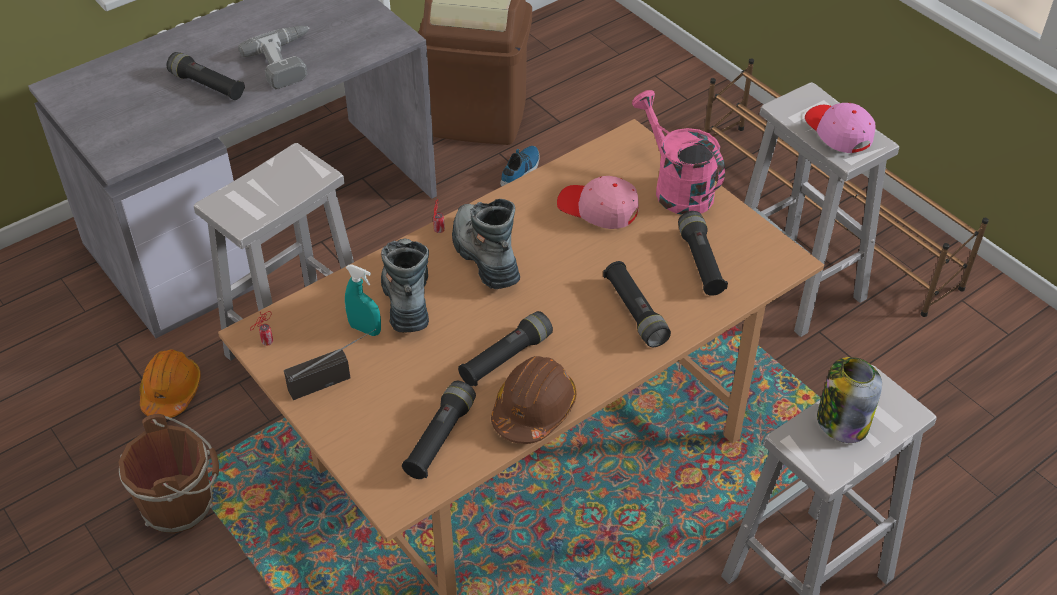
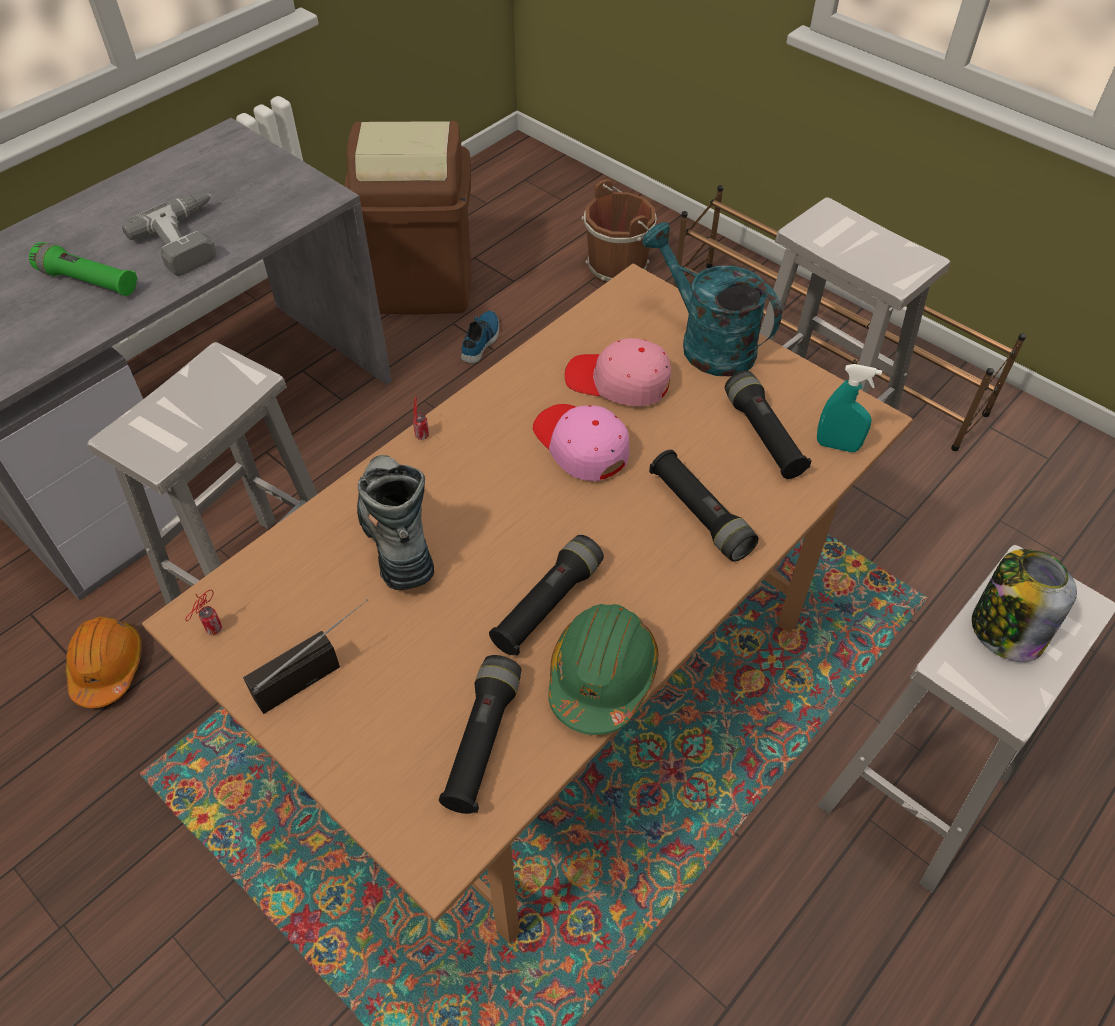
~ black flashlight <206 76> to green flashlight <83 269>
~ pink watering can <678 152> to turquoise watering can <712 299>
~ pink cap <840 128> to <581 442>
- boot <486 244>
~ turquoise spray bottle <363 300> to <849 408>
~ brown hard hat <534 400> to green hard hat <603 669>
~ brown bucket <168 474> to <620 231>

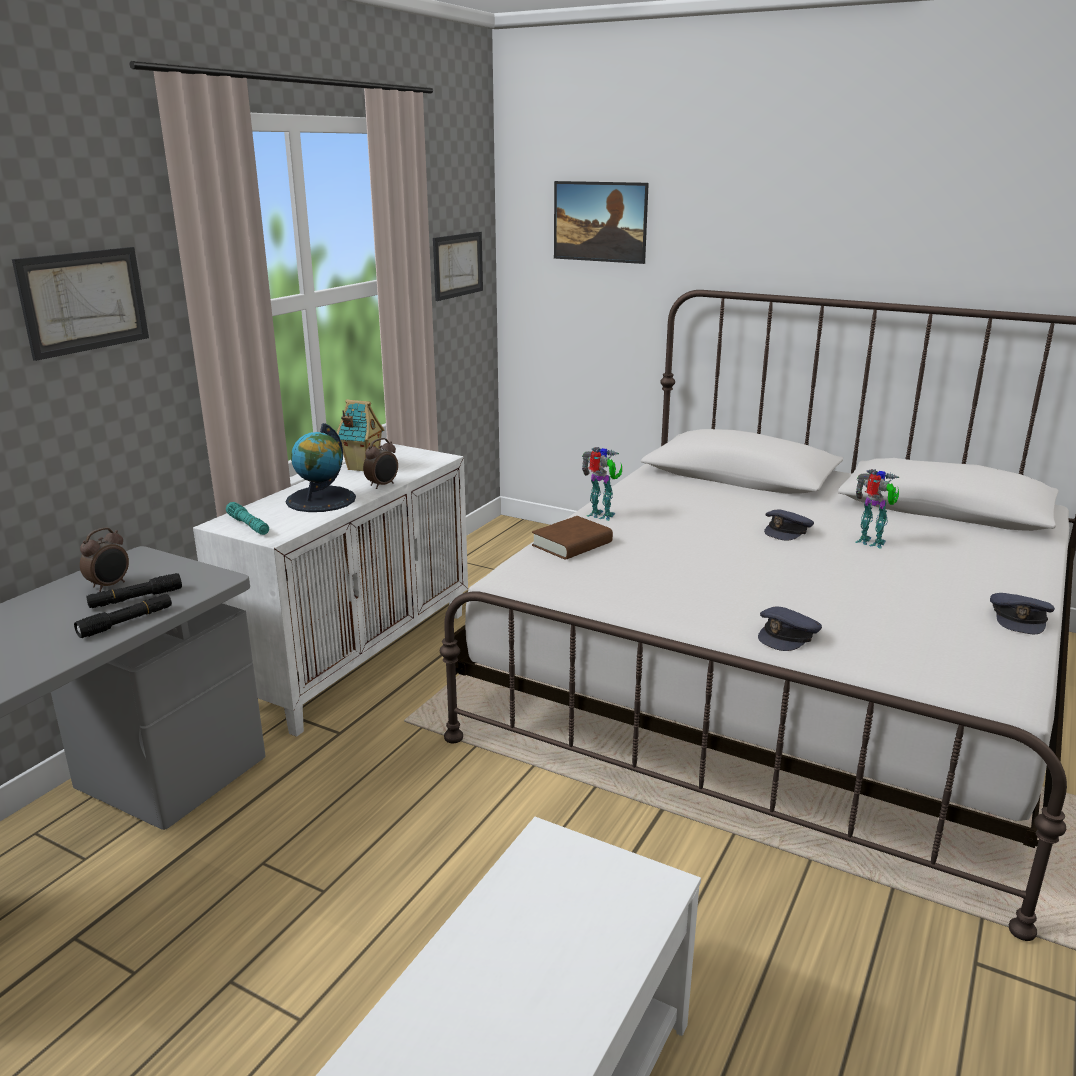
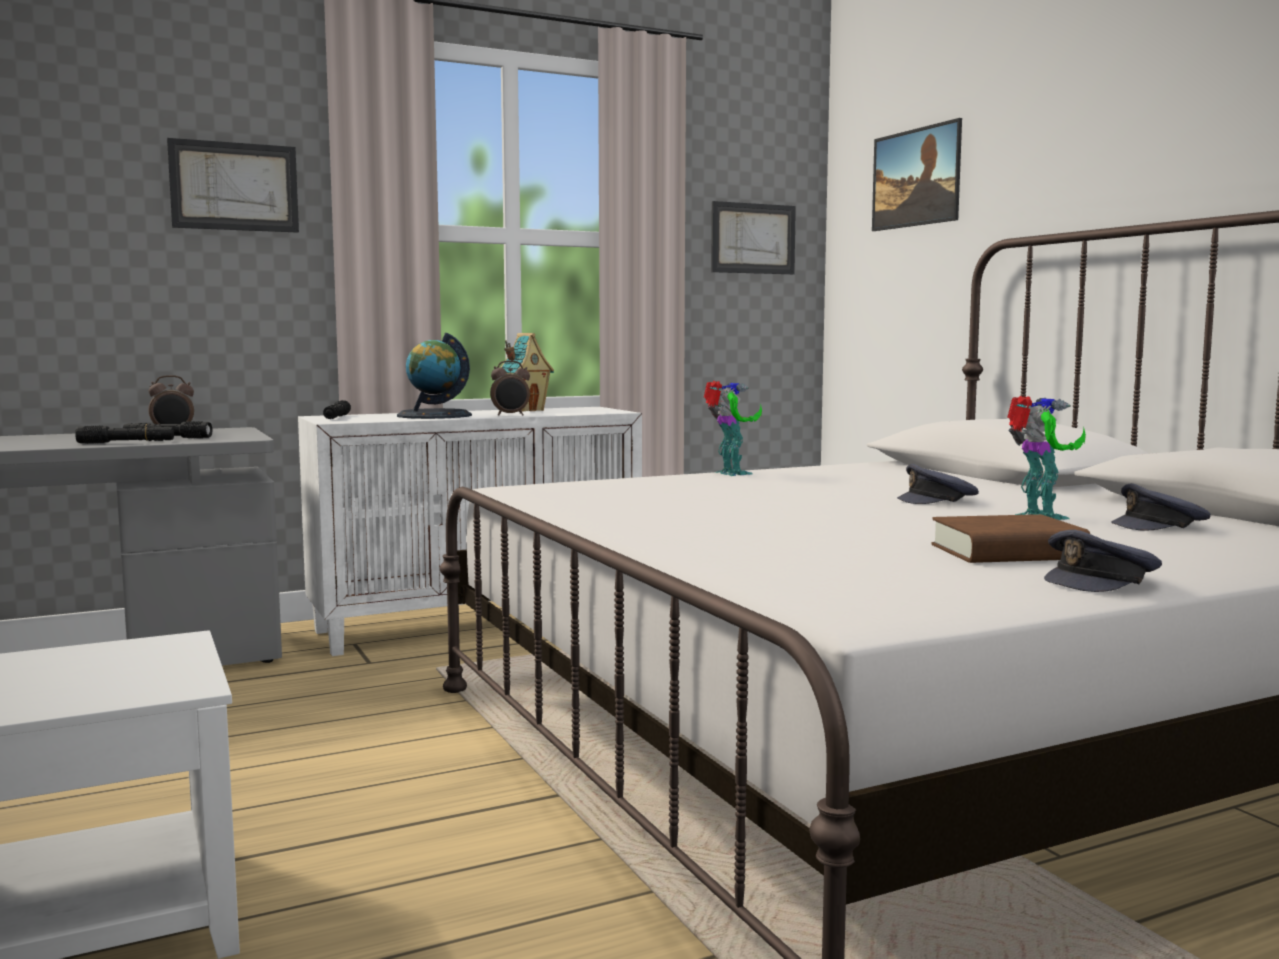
~ turquoise flashlight <247 518> to black flashlight <337 409>
~ brown book <572 538> to <1010 538>
~ grey cap <790 629> to <1161 506>

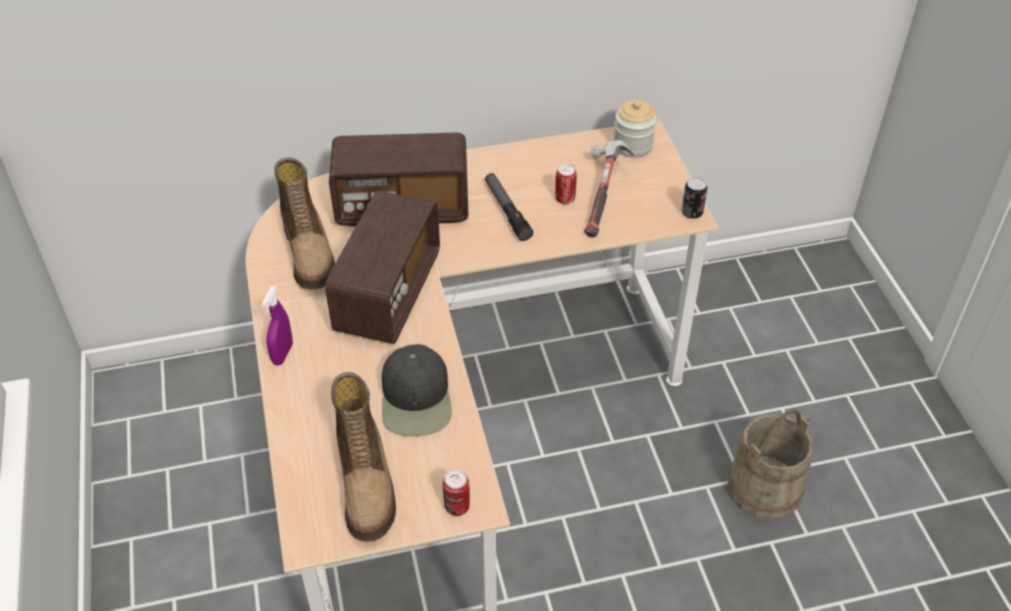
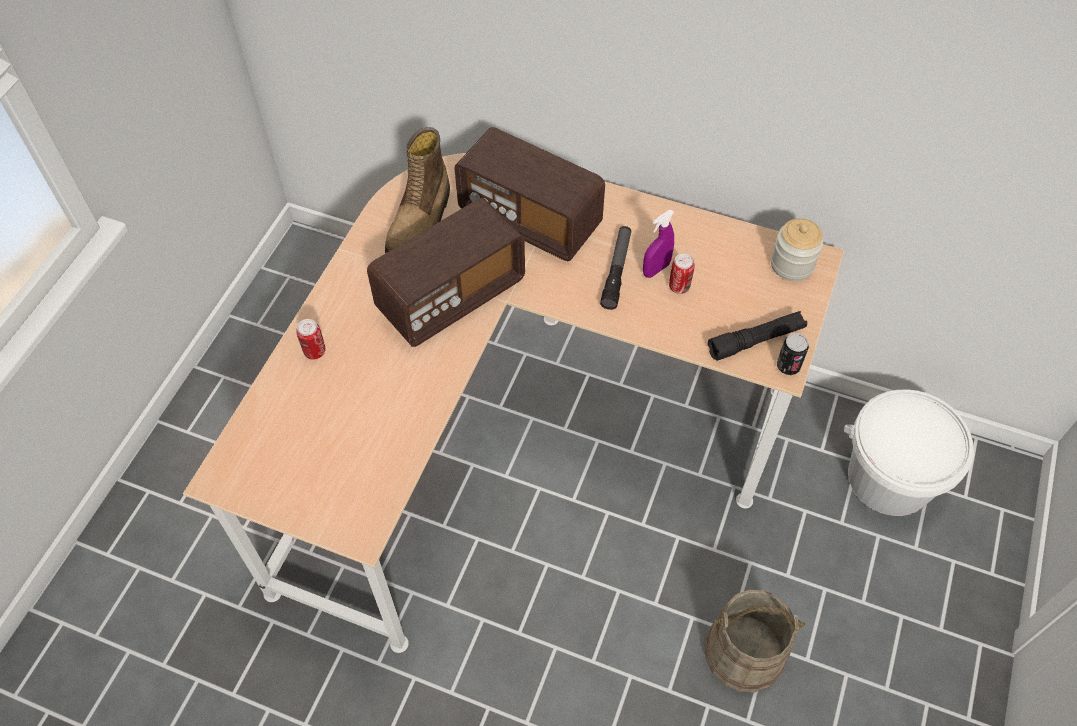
- hammer <609 189>
~ purple spray bottle <277 325> to <658 244>
- black cap <417 390>
- boot <363 457>
~ can <456 492> to <310 339>
+ black flashlight <757 336>
+ white bucket <909 452>

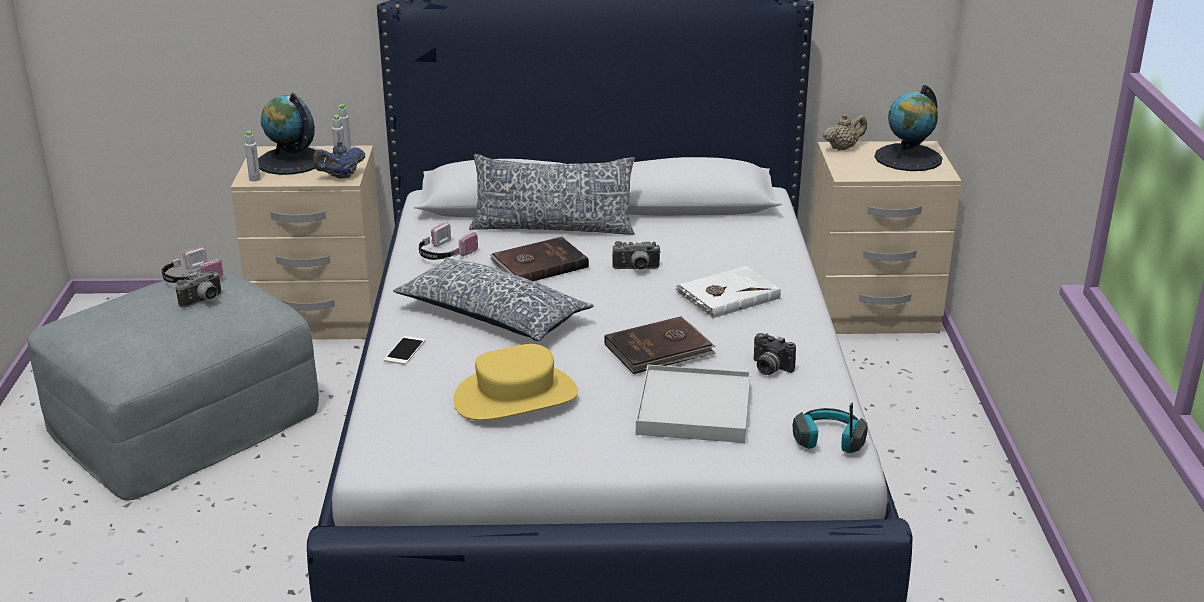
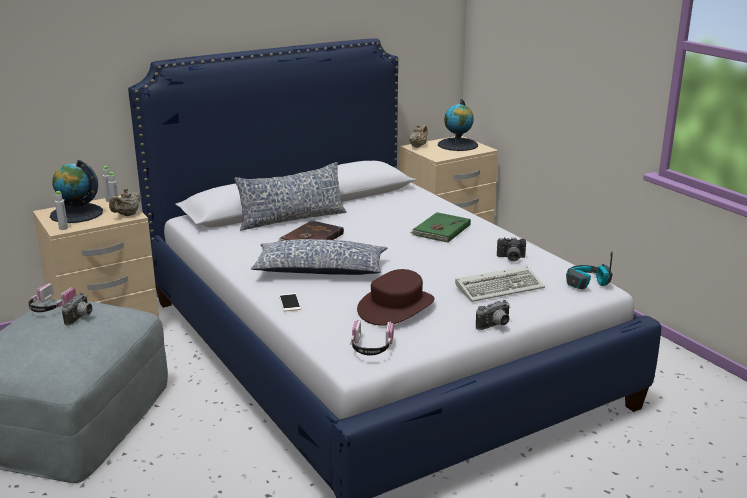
~ blue teapot <339 160> to beige teapot <125 202>
~ headphones <448 241> to <372 338>
~ photo camera <636 255> to <493 315>
~ white book <728 292> to green book <440 227>
- brown book <659 345>
~ yellow hat <515 382> to brown hat <396 297>
~ white tray <693 404> to keyboard <500 284>

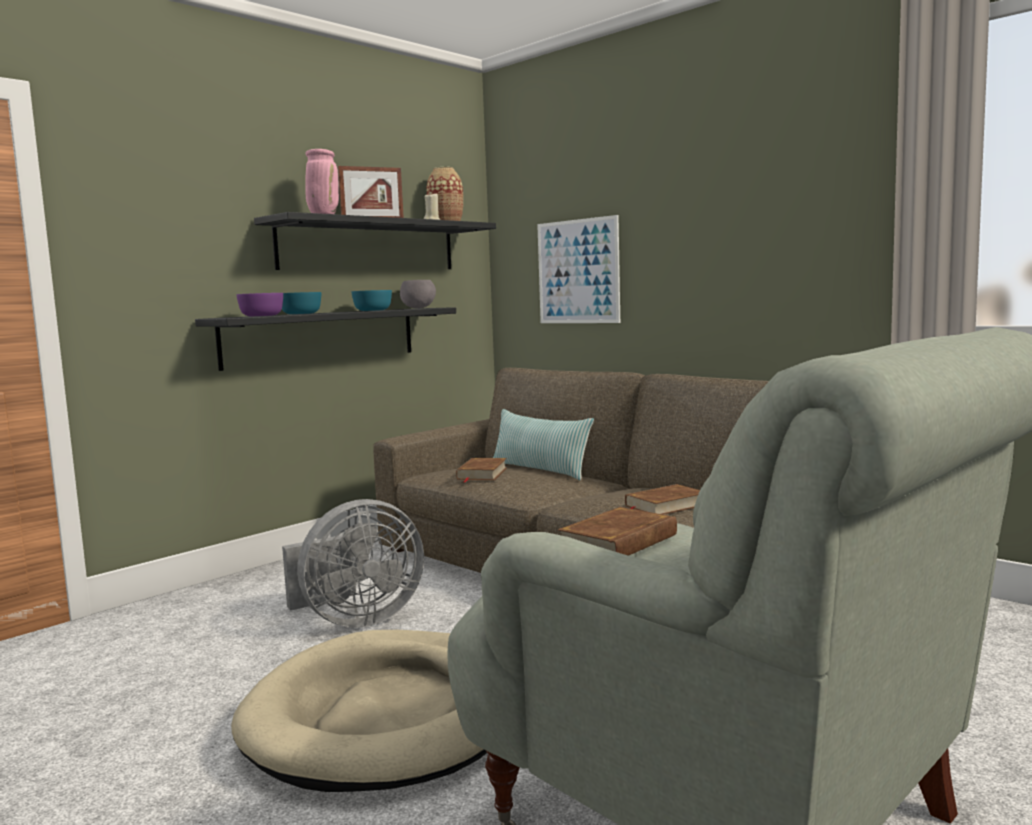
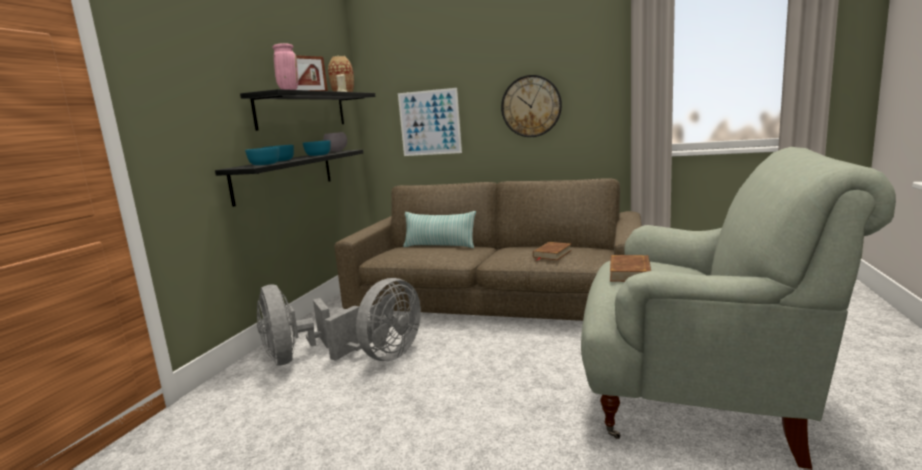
~ purple bowl <259 304> to turquoise bowl <262 156>
- brown book <481 470>
- beige dog bed <359 711>
+ wall clock <531 106>
+ grey fan <293 324>

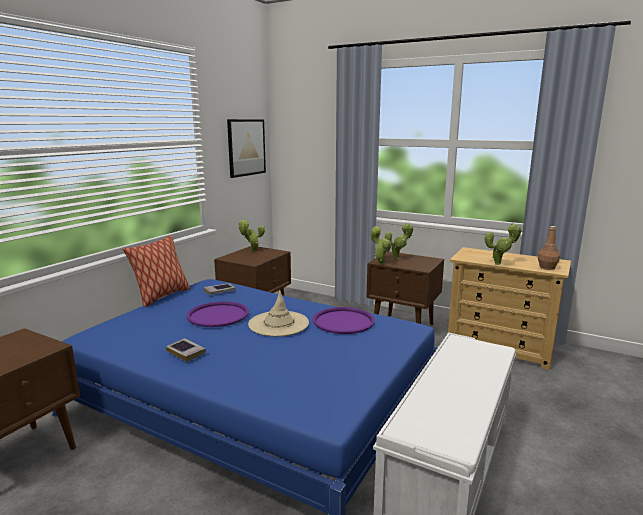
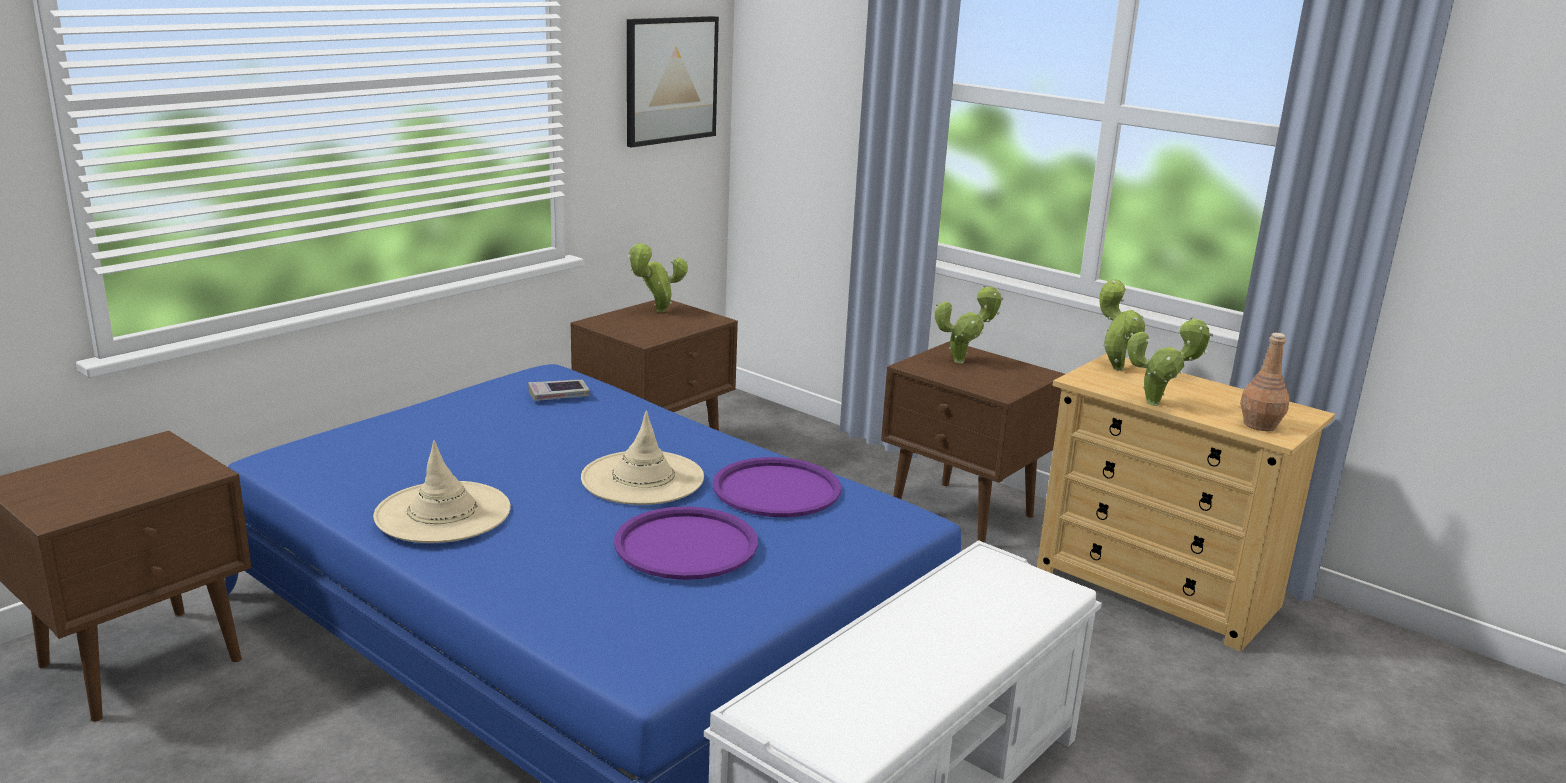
~ potted plant <381 245> to <1122 325>
- pillow <156 271>
~ purple tray <217 314> to <686 543>
~ book <186 350> to beige hat <442 491>

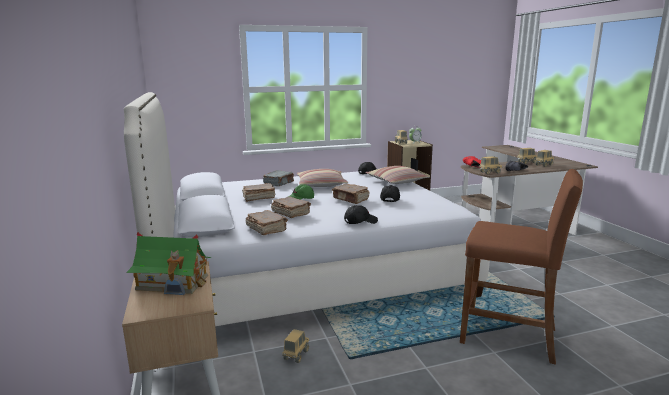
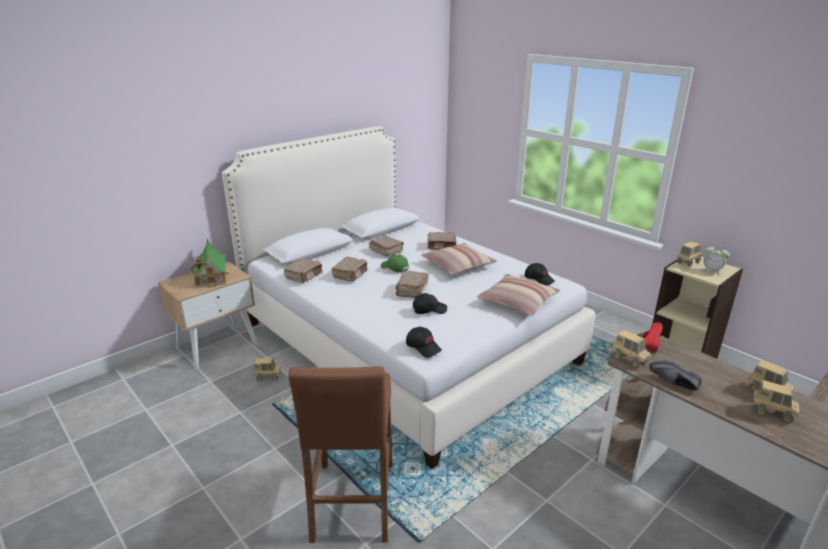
~ grey book <278 178> to brown book <442 241>
~ black cap <361 214> to <424 342>

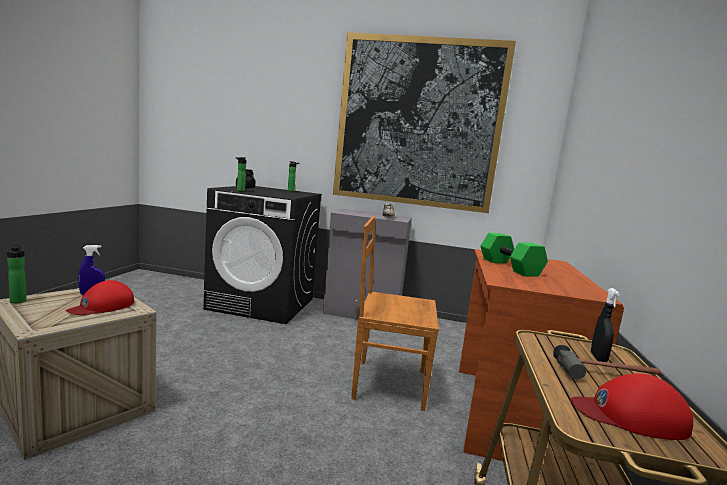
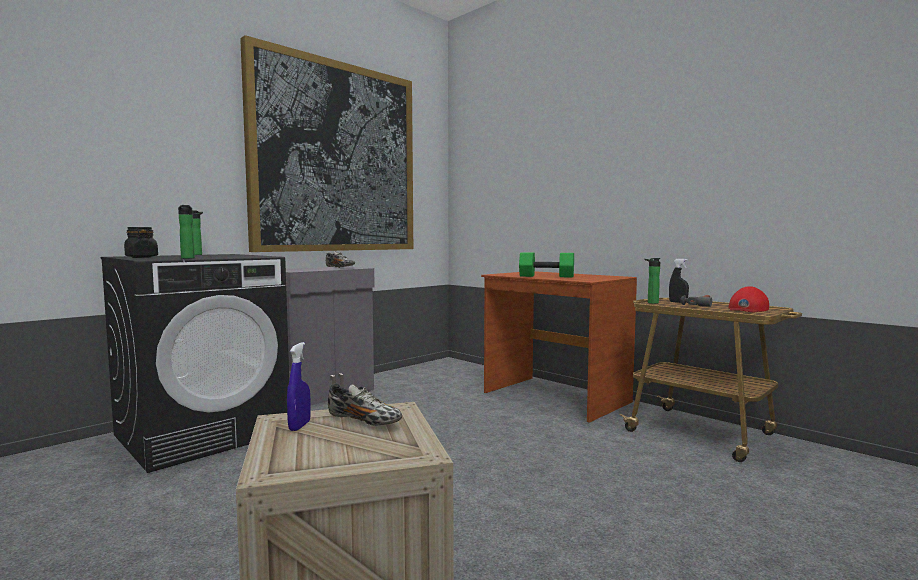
- brown chair <395 313>
~ bottle <17 274> to <652 281>
~ red cap <100 297> to shoe <365 404>

